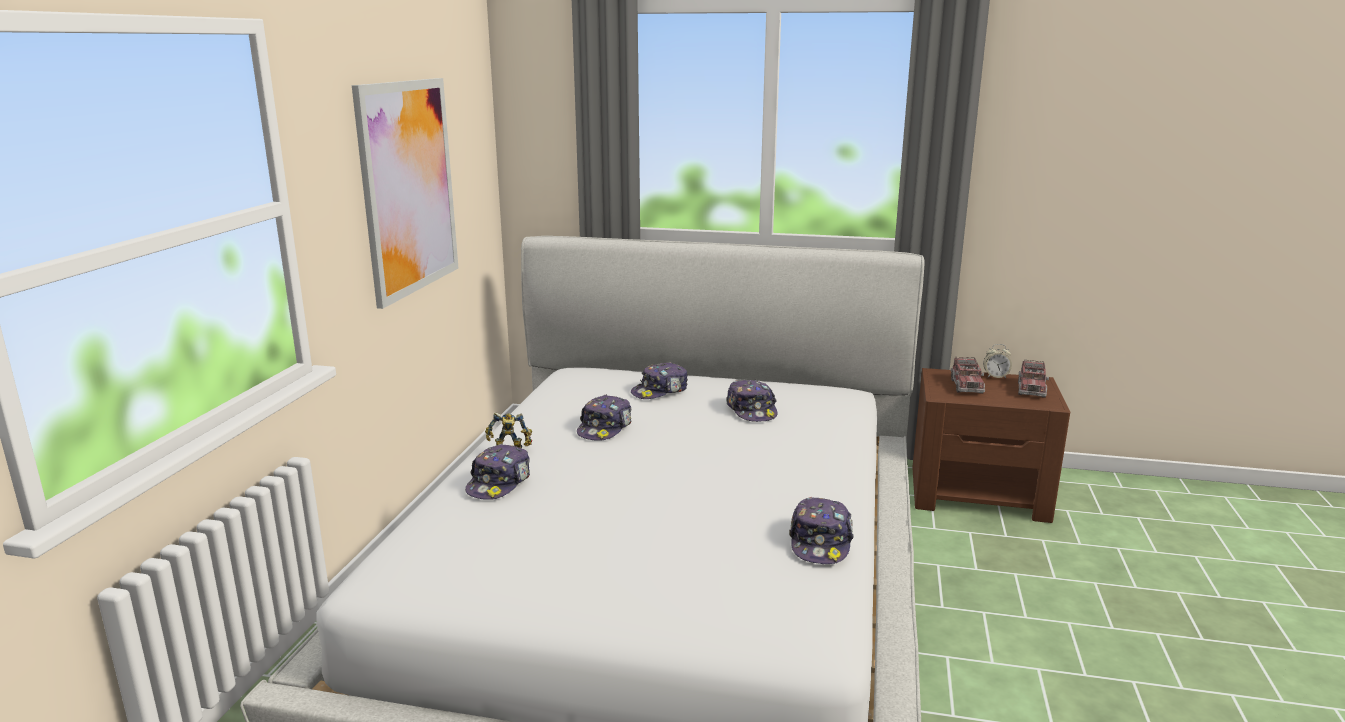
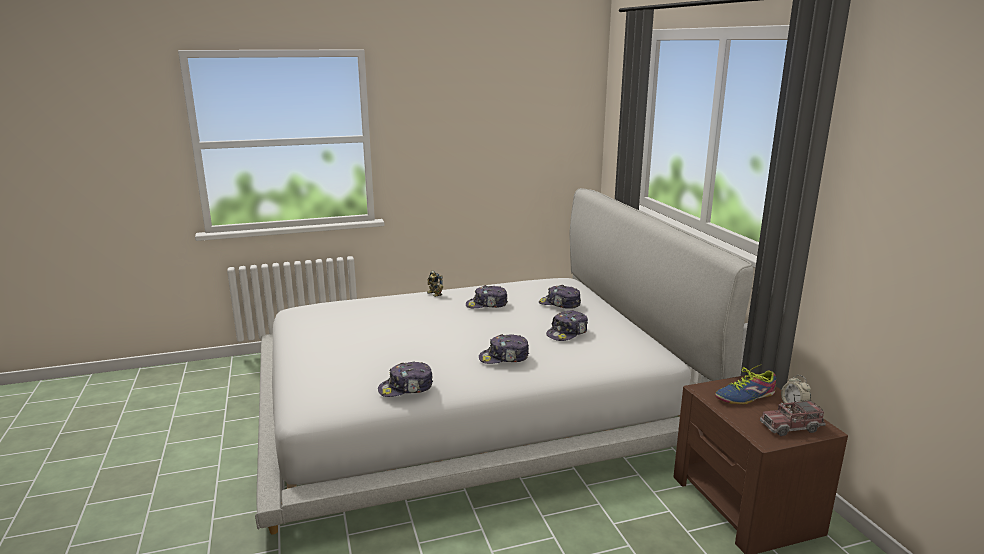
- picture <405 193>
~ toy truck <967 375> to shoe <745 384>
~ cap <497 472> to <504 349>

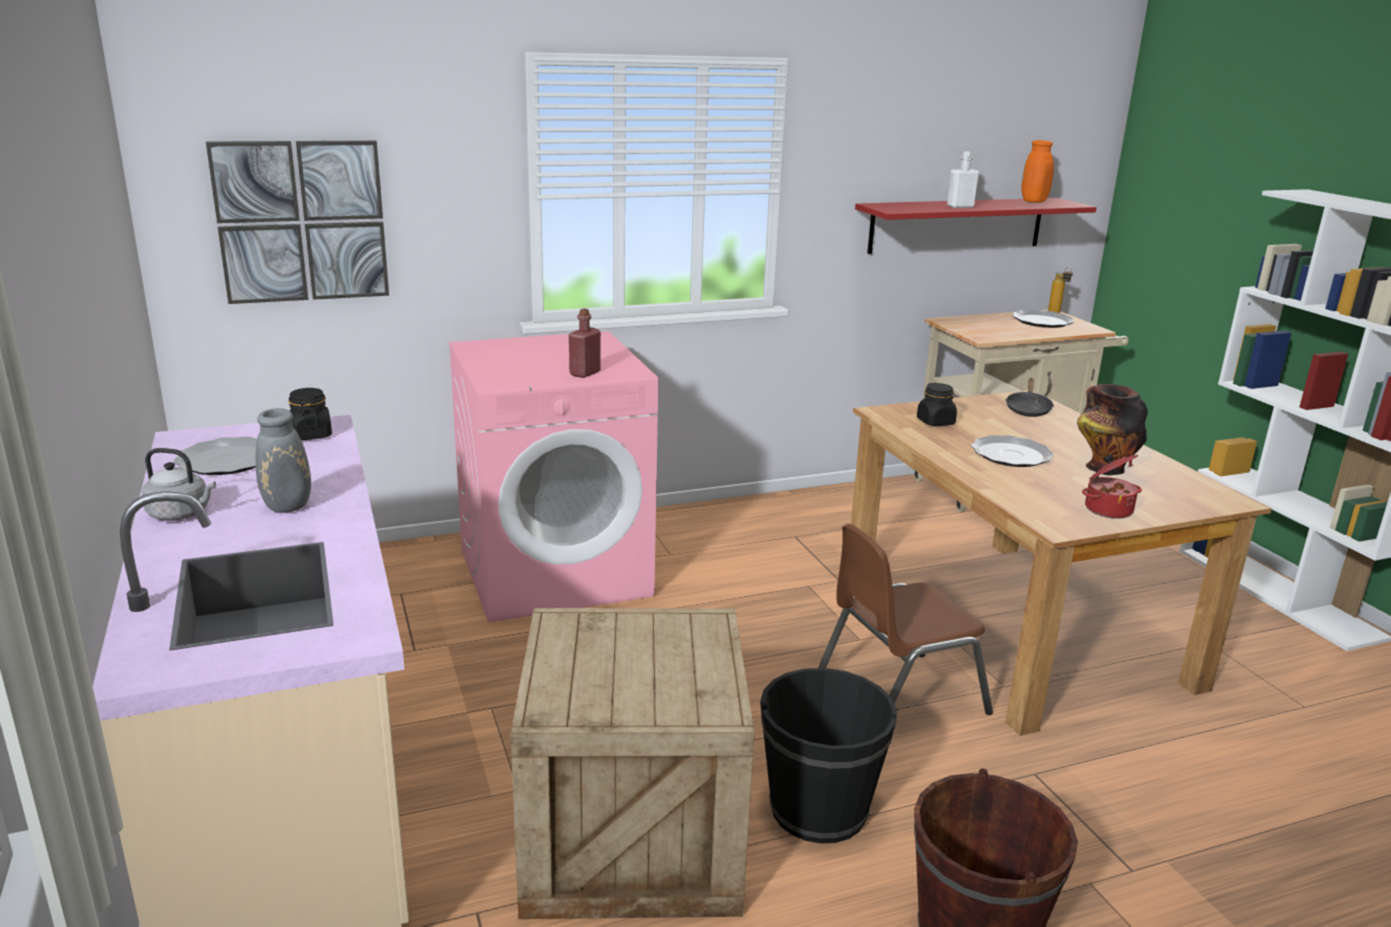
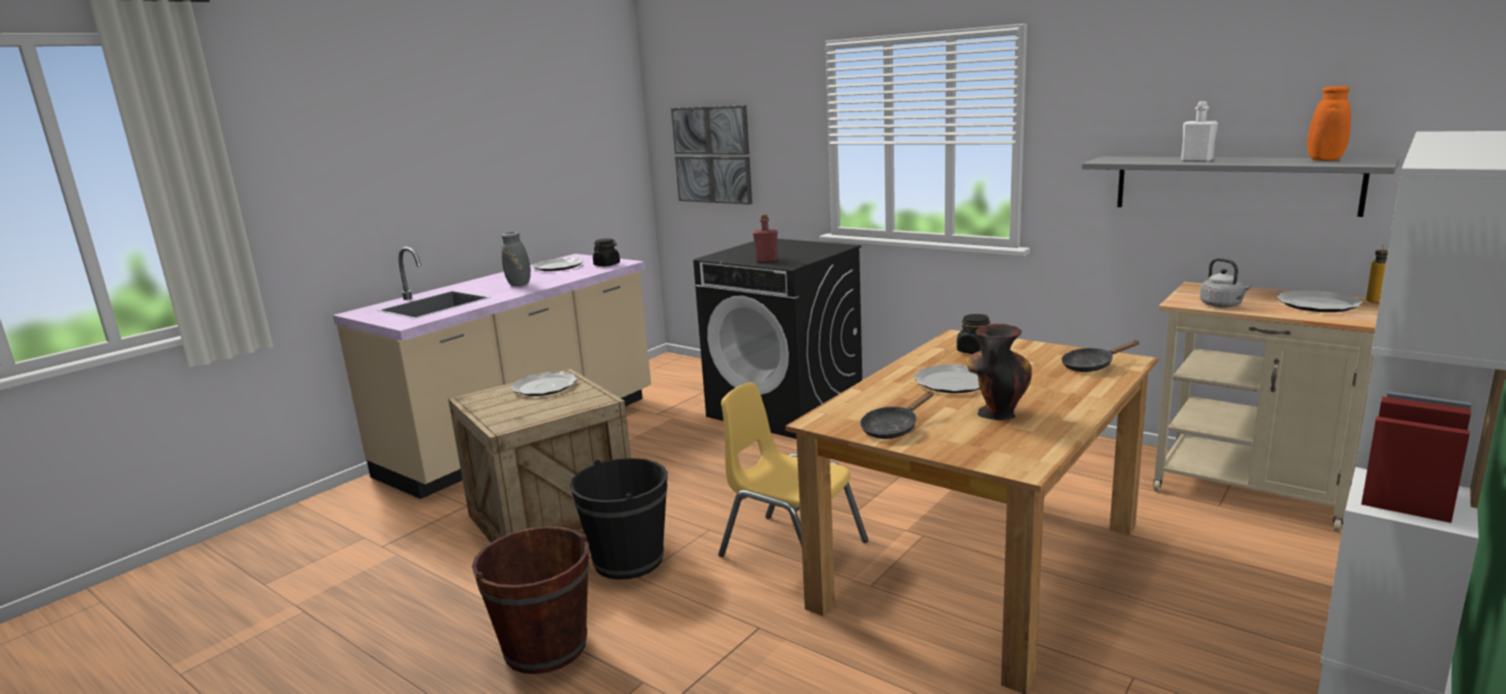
~ red shelf <976 226> to grey shelf <1240 186>
~ pink washing machine <553 476> to black washing machine <777 339>
~ grey kettle <179 484> to <1225 283>
~ cooking pot <1112 486> to black frying pan <897 415>
~ brown chair <905 619> to yellow chair <793 470>
+ plate <544 384>

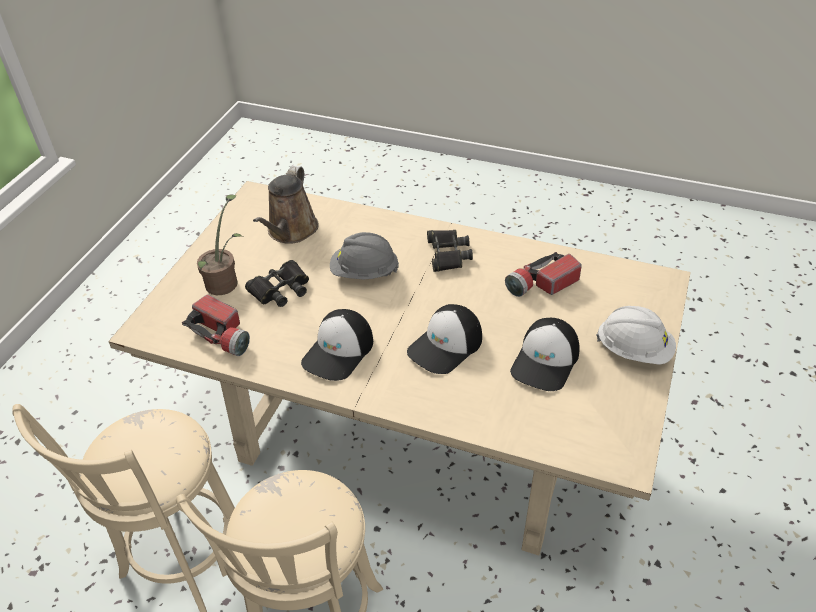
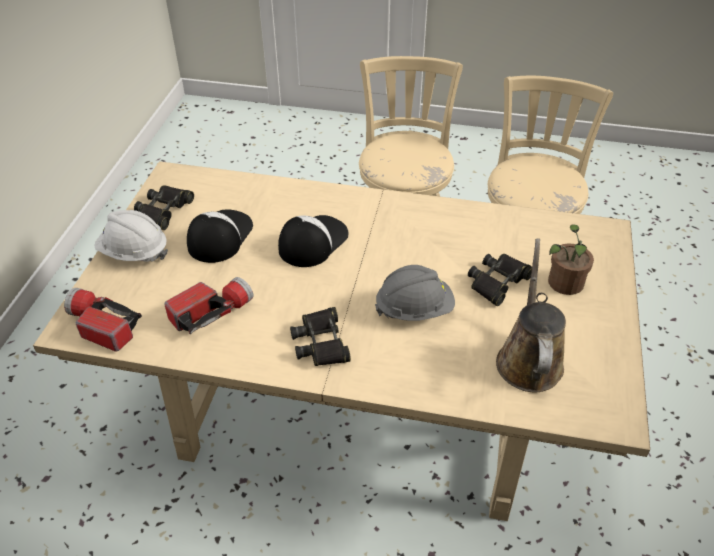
~ flashlight <216 325> to <103 320>
- cap <337 345>
+ black binoculars <164 208>

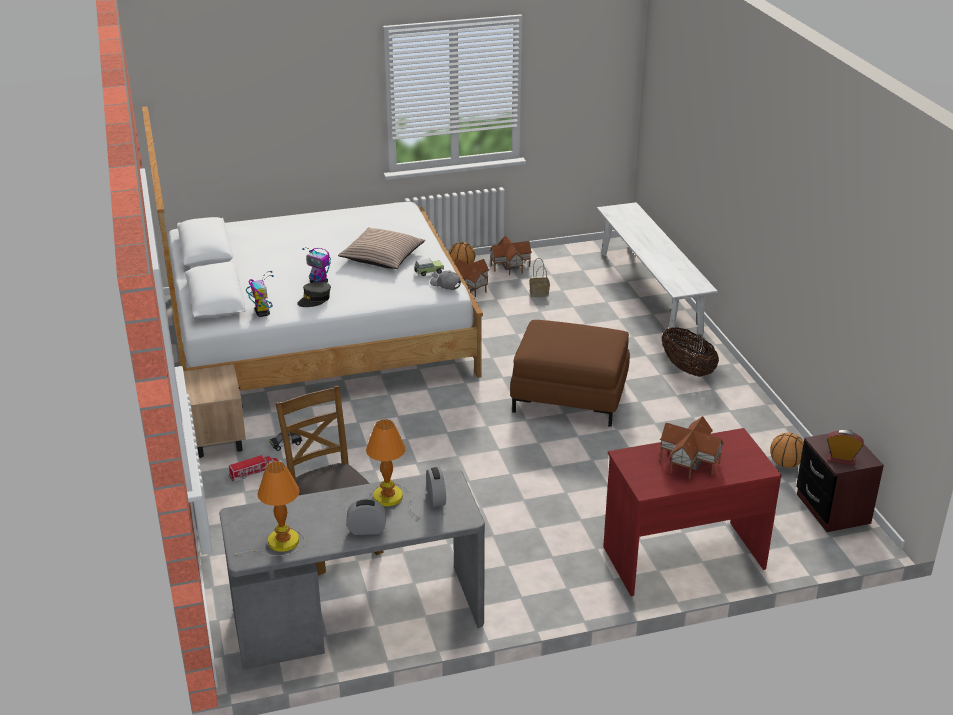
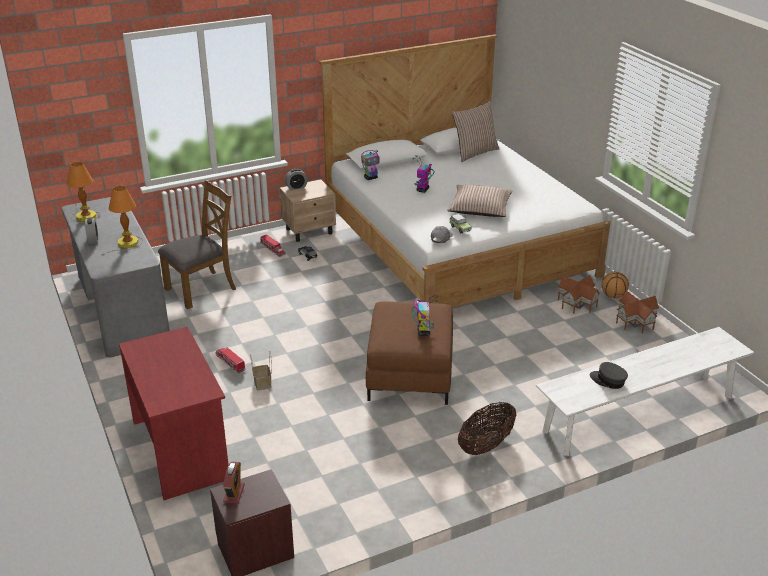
~ basket <539 277> to <261 370>
~ grey cap <314 294> to <609 375>
- toy house <692 447>
- basketball <787 450>
~ alarm clock <436 487> to <296 179>
+ pillow <475 131>
+ toy robot <424 315>
+ toy truck <231 360>

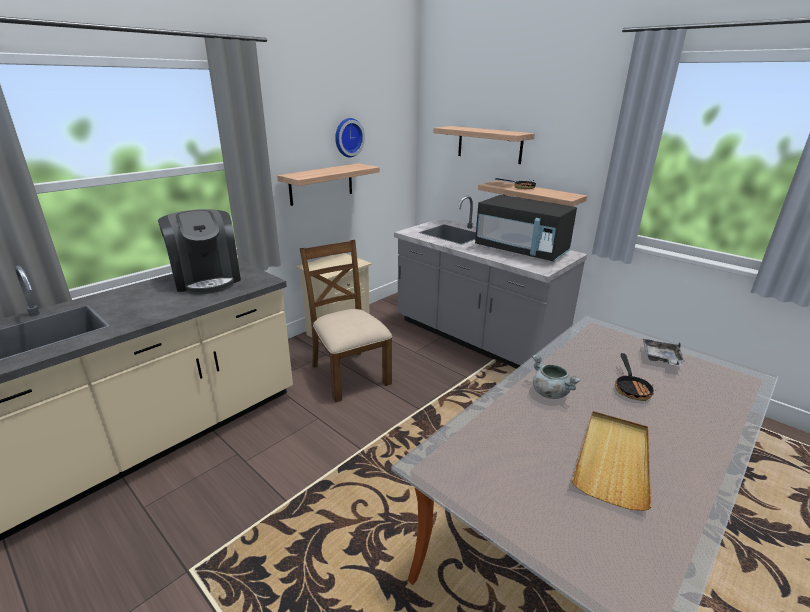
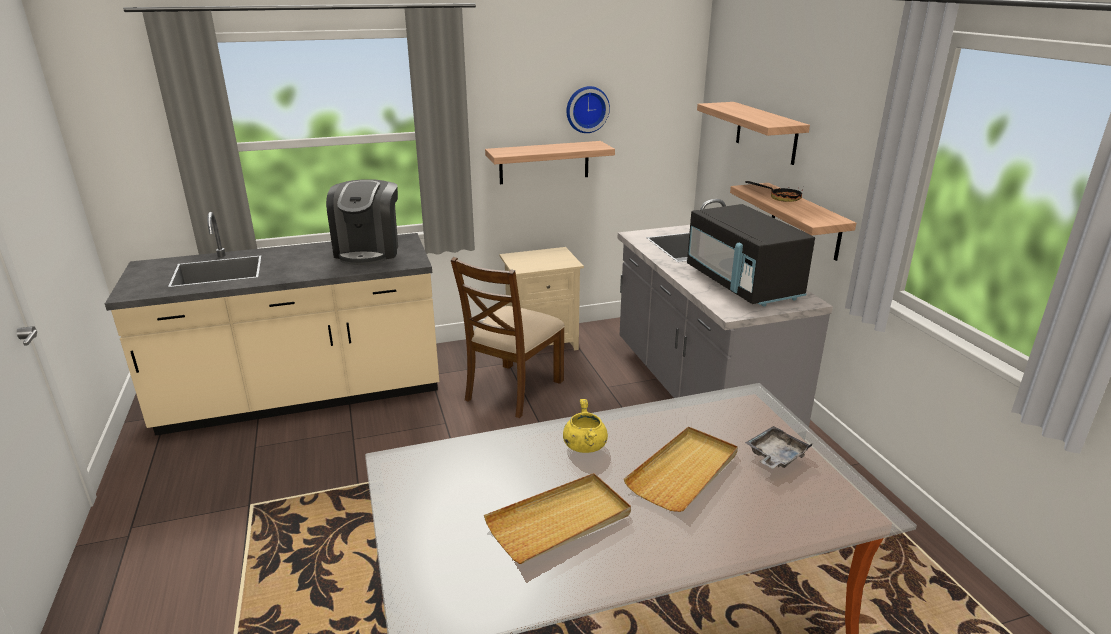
~ brown chair <346 321> = <508 337> 150 degrees counterclockwise
~ frying pan <635 377> to beige tray <681 469>
~ grey cooking pot <556 377> to yellow cooking pot <585 426>

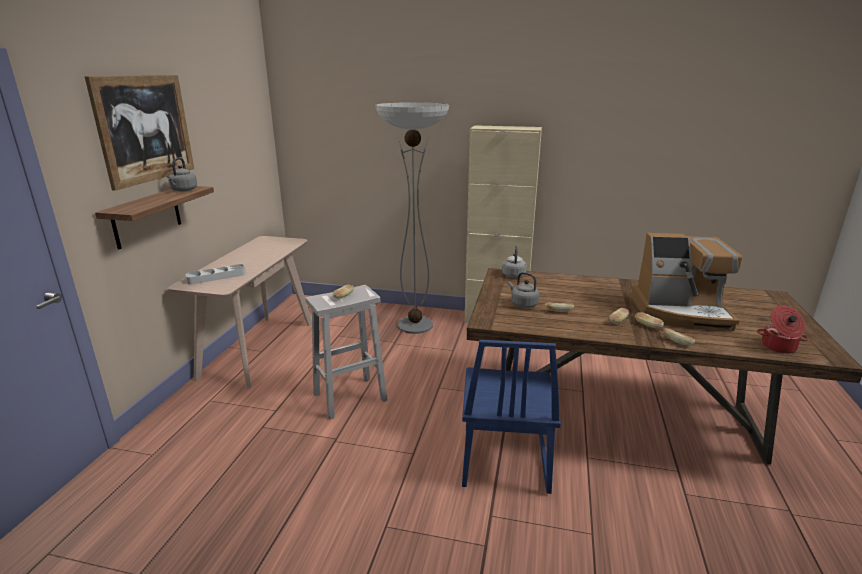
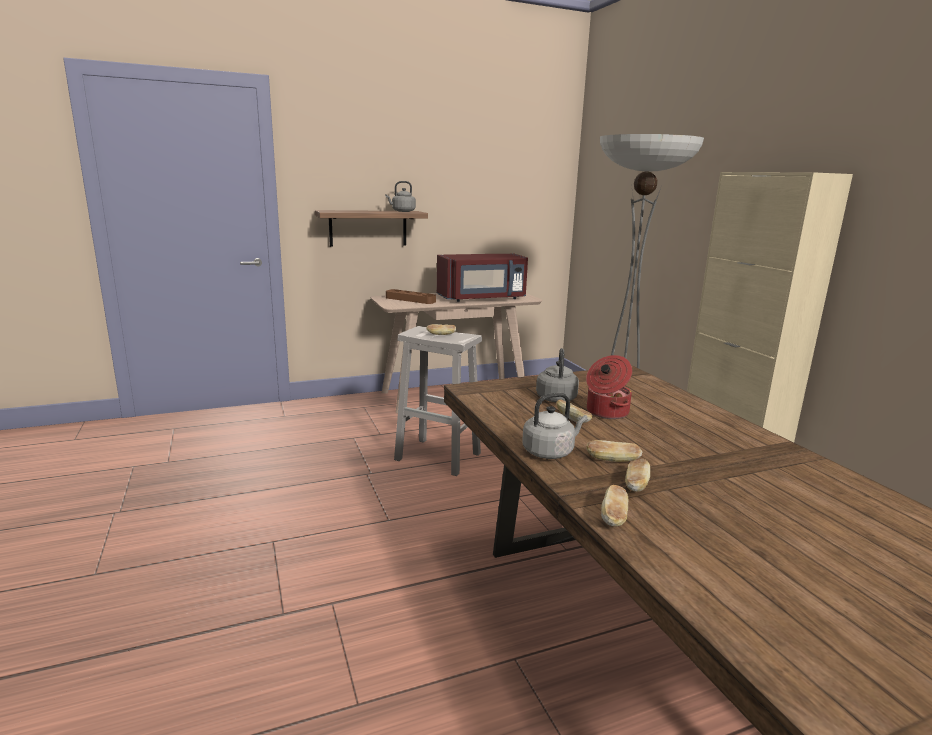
- picture <139 133>
- coffee machine <686 282>
~ grey kettle <514 261> to <554 426>
~ grey tray <215 274> to brown tray <411 296>
~ cooking pot <782 329> to <609 387>
- blue chair <511 417>
+ red microwave <482 277>

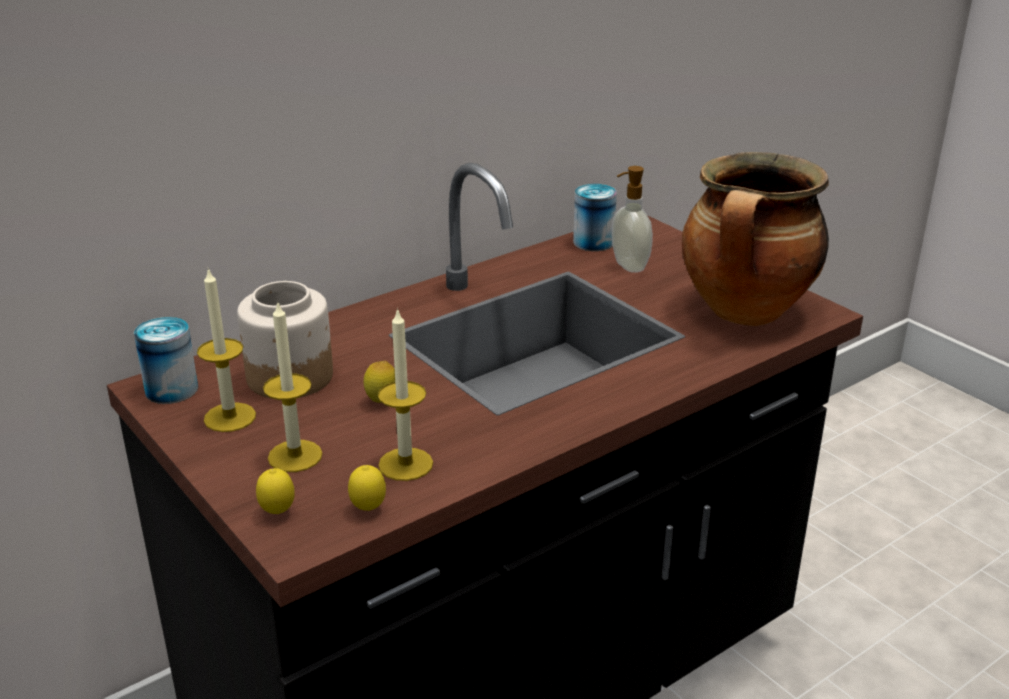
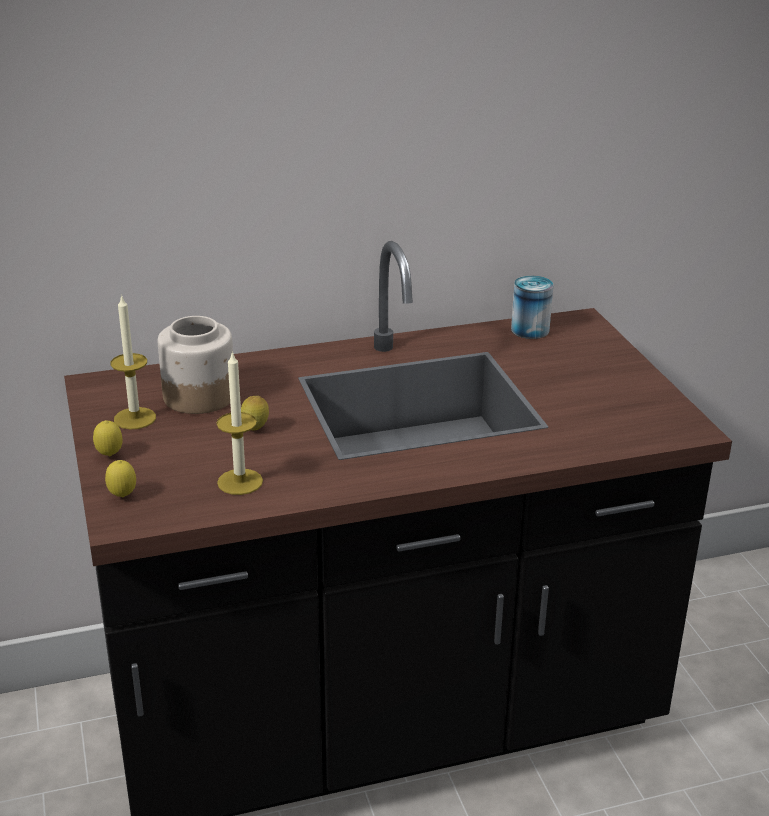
- cooking pot <755 239>
- soap dispenser <632 219>
- candle <293 386>
- can <166 360>
~ lemon <367 488> to <108 438>

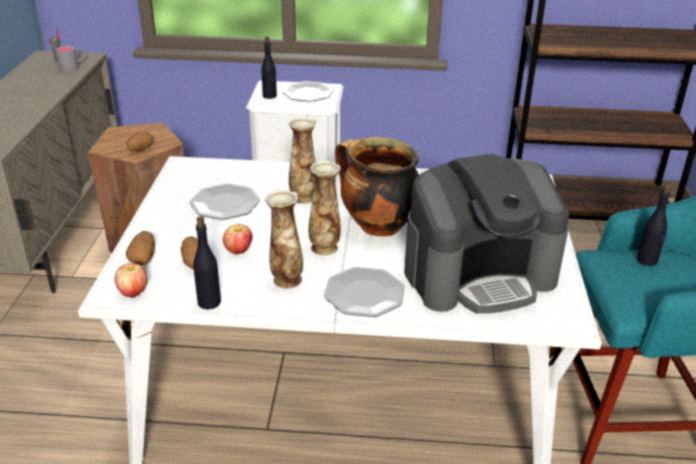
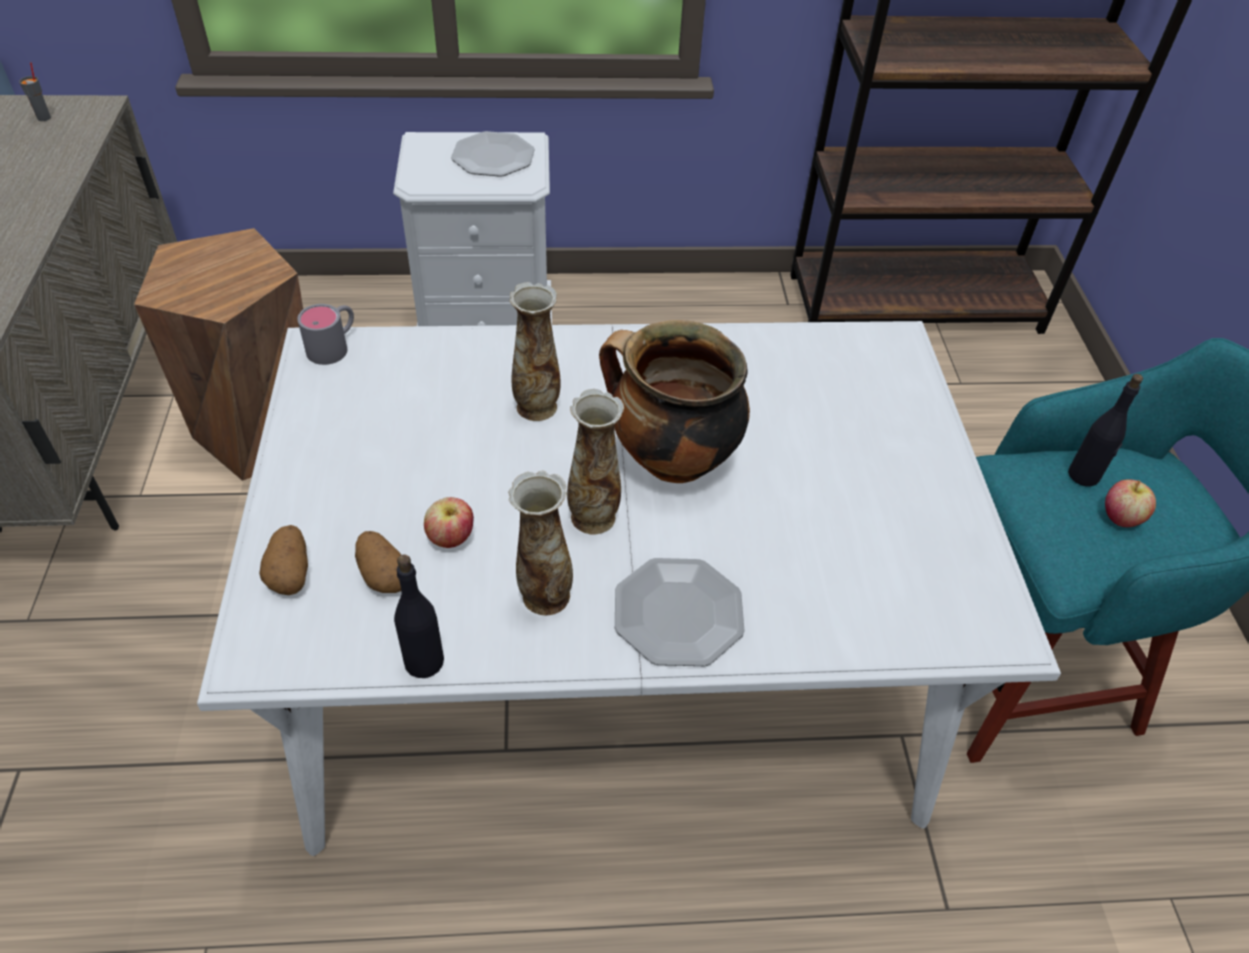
- black bottle <269 68>
~ grey mug <69 59> to <325 334>
- potato <139 141>
- coffee machine <486 234>
- plate <225 201>
~ apple <131 279> to <1130 503>

